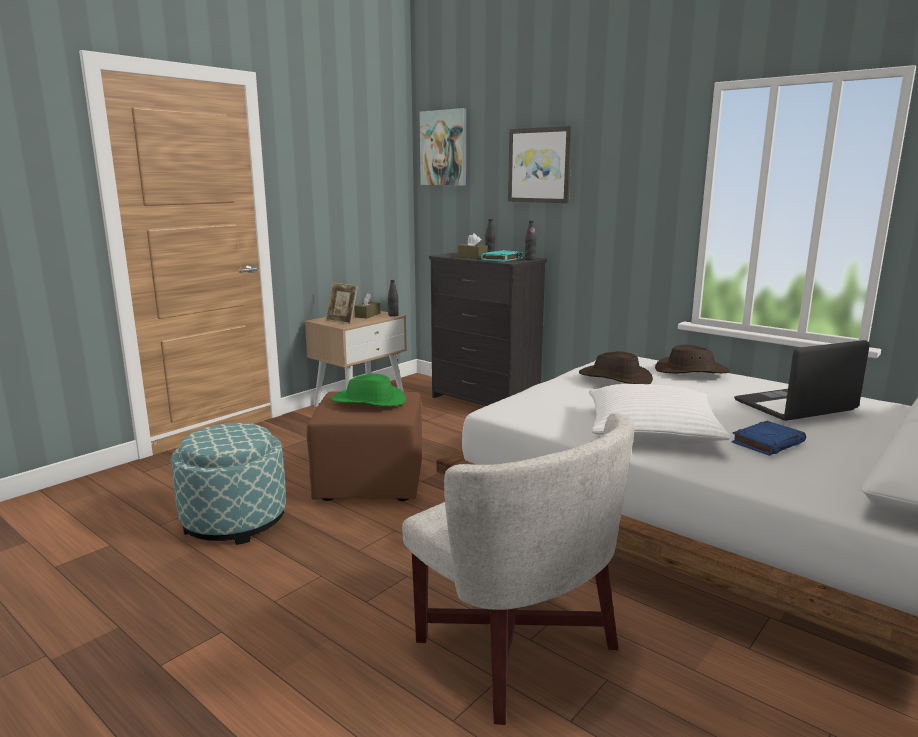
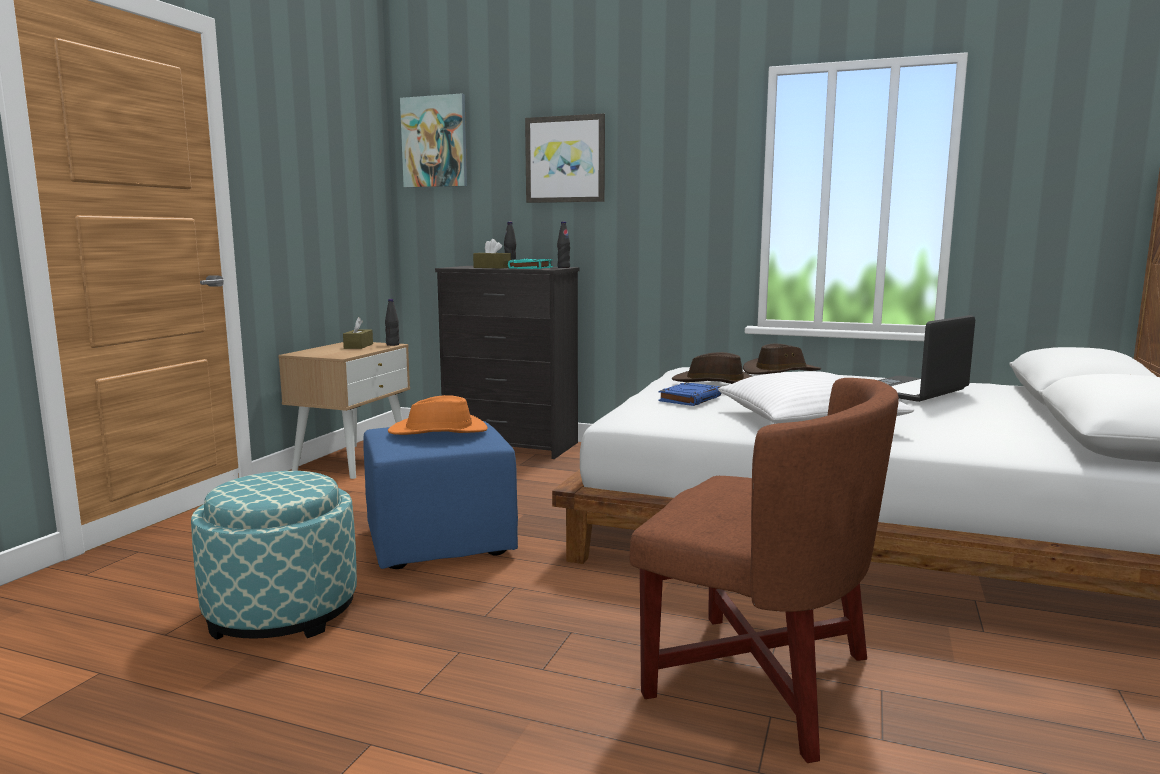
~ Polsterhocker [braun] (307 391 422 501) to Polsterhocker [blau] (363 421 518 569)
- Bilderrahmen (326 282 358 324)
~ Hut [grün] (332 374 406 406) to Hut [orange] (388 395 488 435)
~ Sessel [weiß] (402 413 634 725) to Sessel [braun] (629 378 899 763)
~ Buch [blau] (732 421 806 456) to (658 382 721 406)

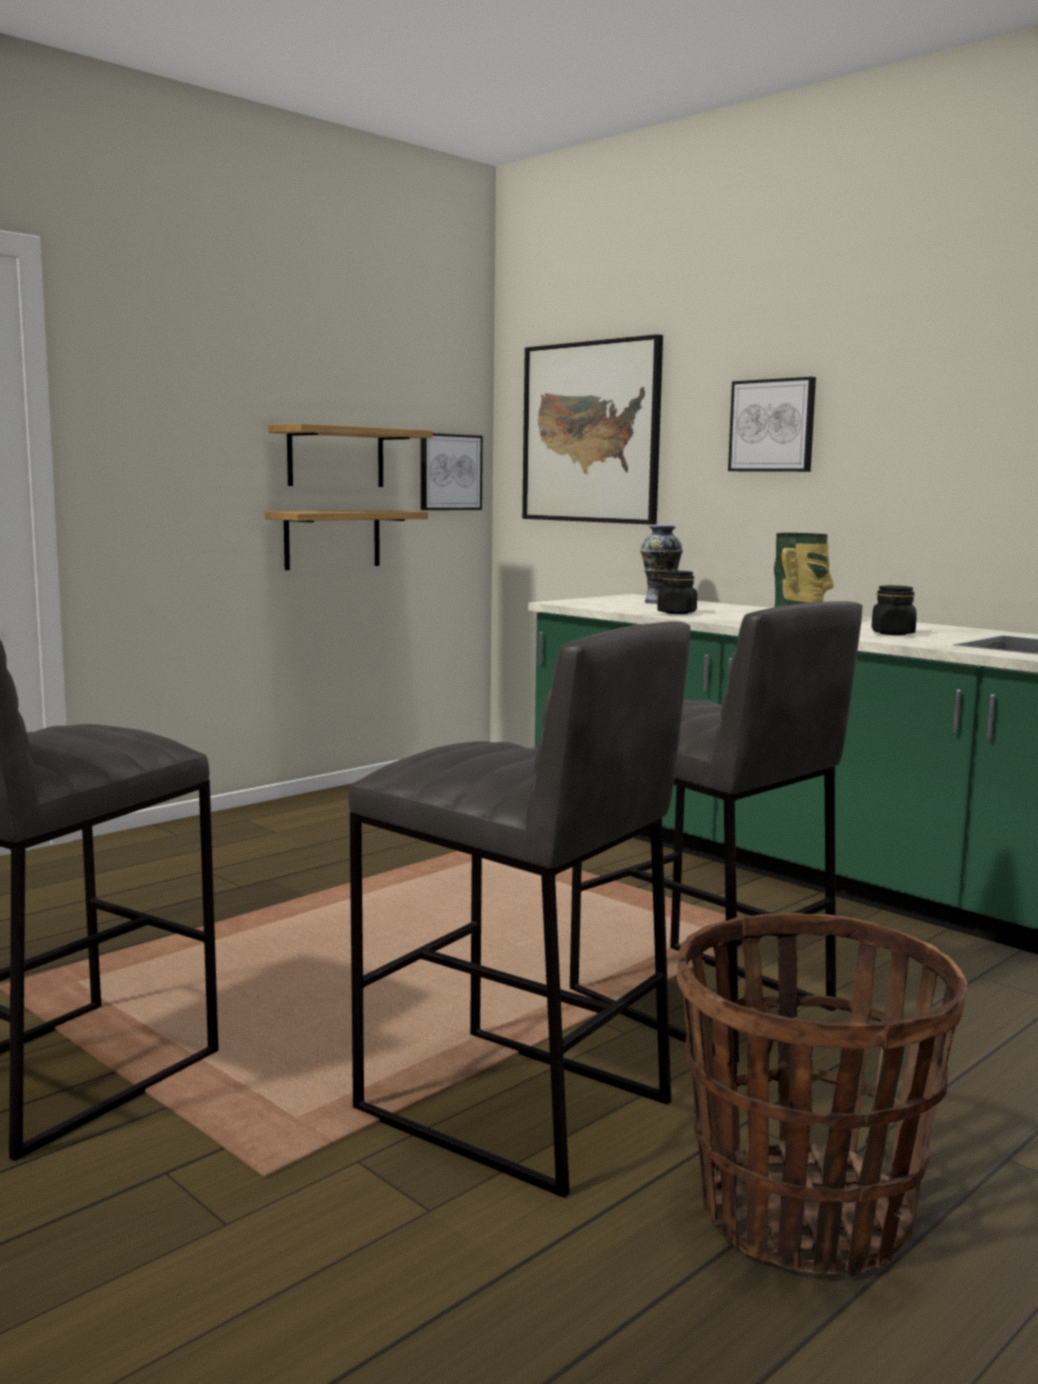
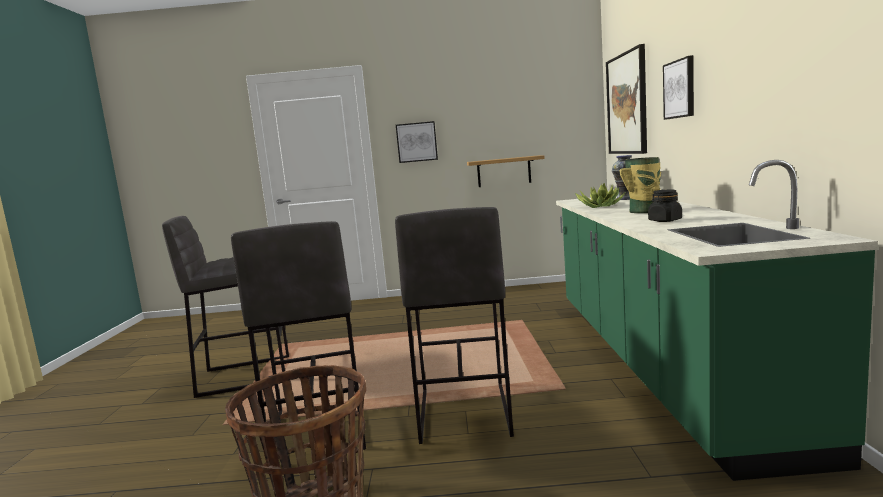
- Wandregal (268 423 432 487)
~ Bild (420 433 483 510) to (396 121 438 163)
~ Vorratsglas [schwarz] (657 571 697 614) to Topfpflanze (575 183 625 208)

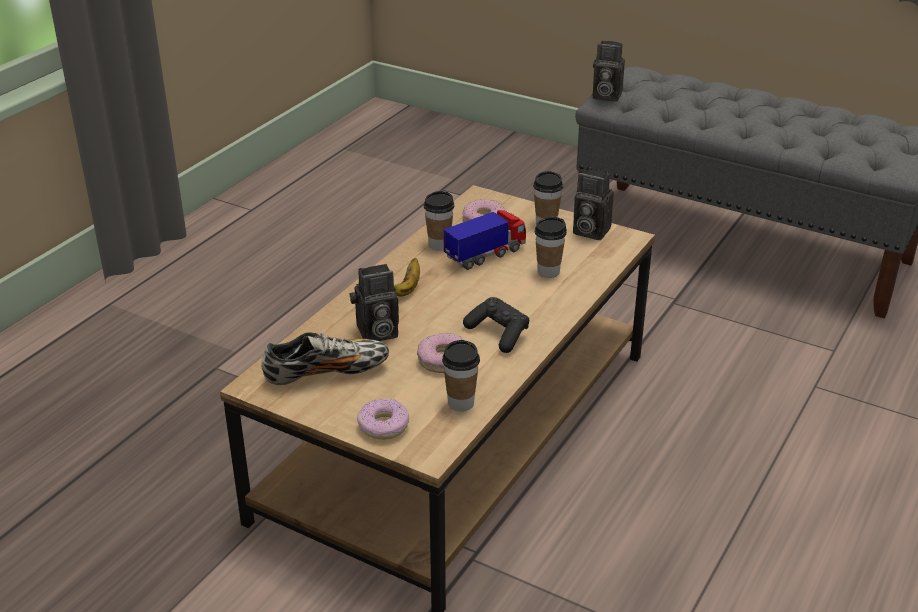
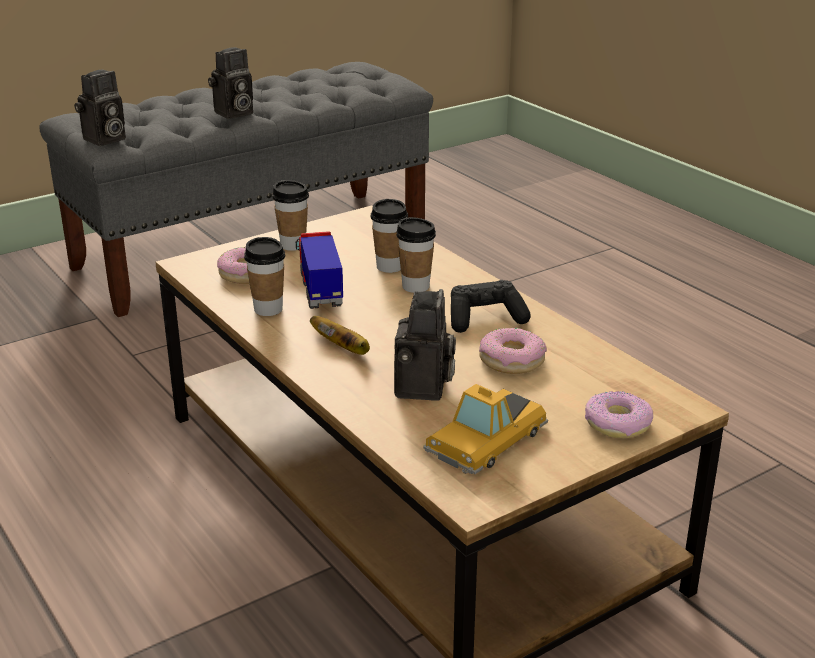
~ Schuh (261 333 389 385) to Spielzeugauto (423 384 548 474)
~ Tasse (442 340 480 412) to (397 217 436 293)
~ Kamera (573 169 614 240) to (208 47 253 119)

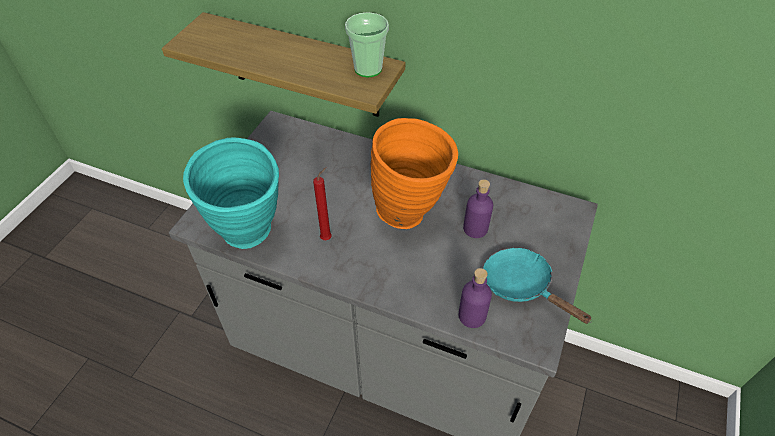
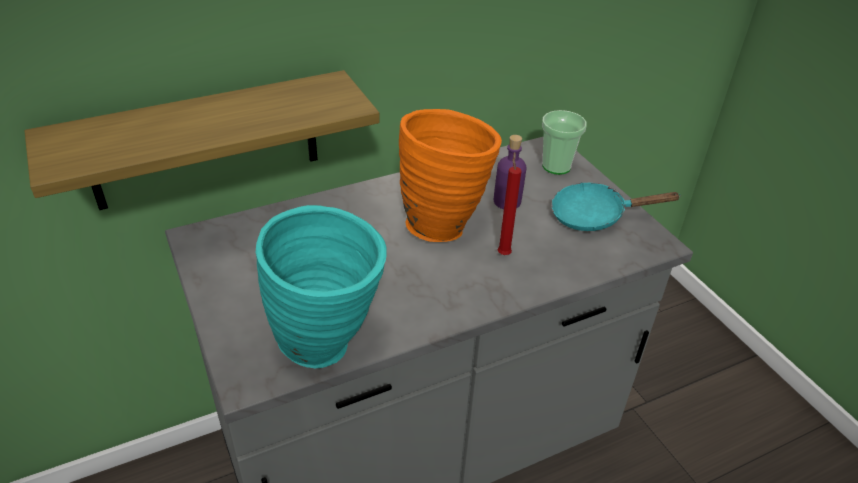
~ Kerze [rot] (313 167 332 240) to (498 152 522 255)
~ Tasse (345 12 389 78) to (542 110 587 175)
- Flasche [lila] (459 268 492 328)

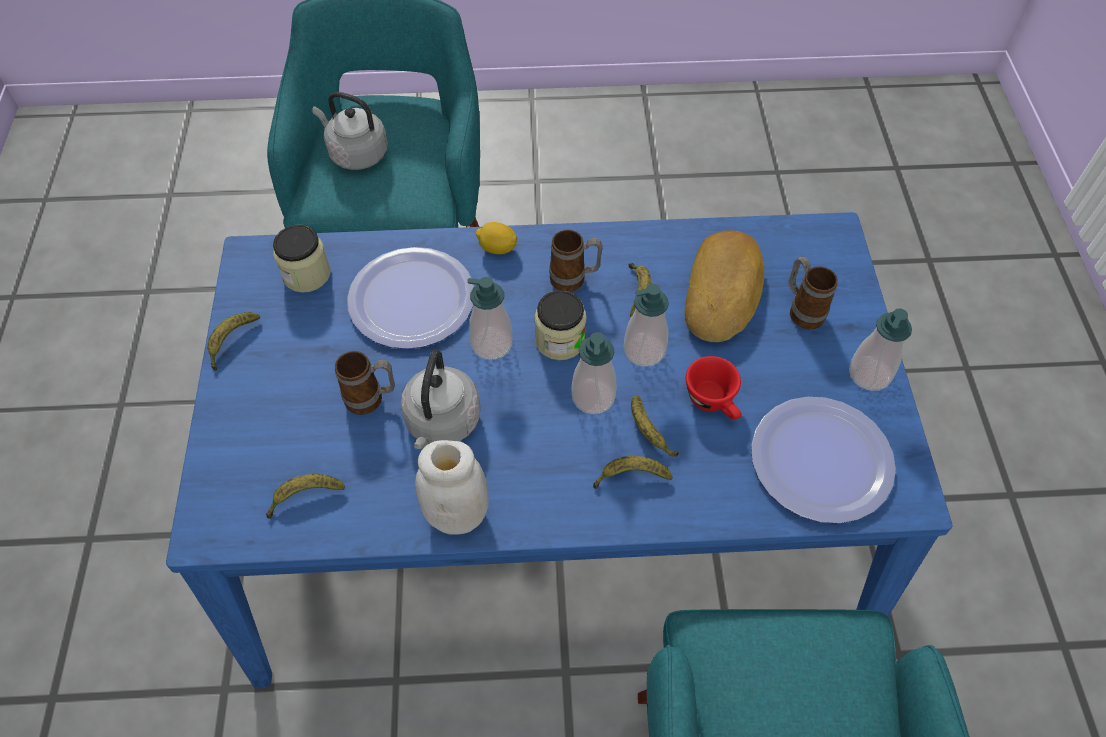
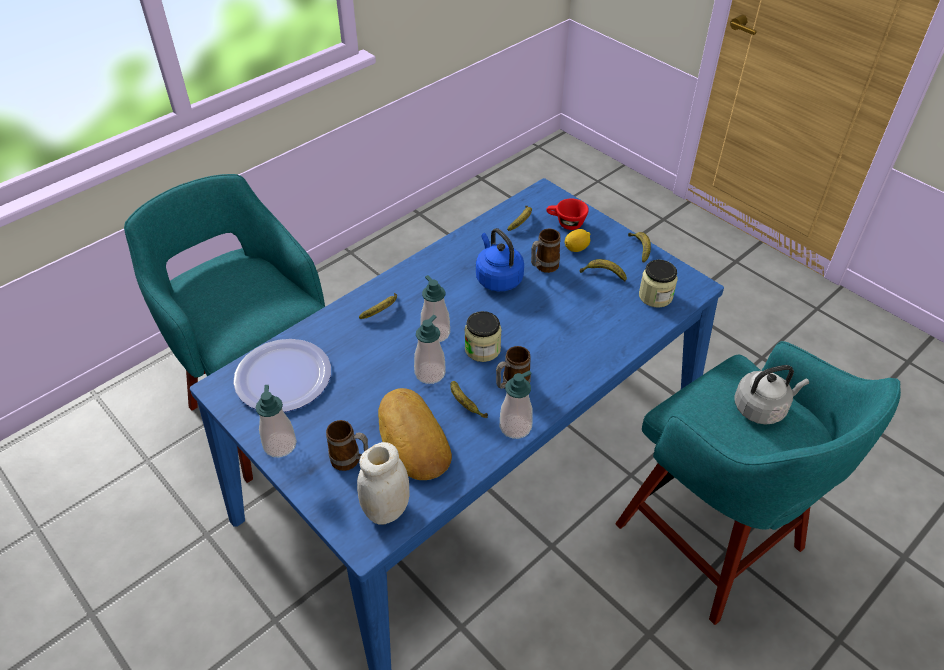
- Teller (347 247 474 349)
~ Wasserkessel [grau] (401 350 480 449) to Wasserkessel [blau] (476 228 524 291)
~ Vorratsglas [weiß] (415 440 489 535) to (357 442 410 525)
~ Seifenspender (467 277 513 360) to (500 371 533 439)
~ Zitrone (475 222 517 254) to (565 229 590 252)
~ Banane (631 395 679 457) to (580 259 627 281)
~ Tasse [rot] (686 356 742 419) to (546 199 589 230)

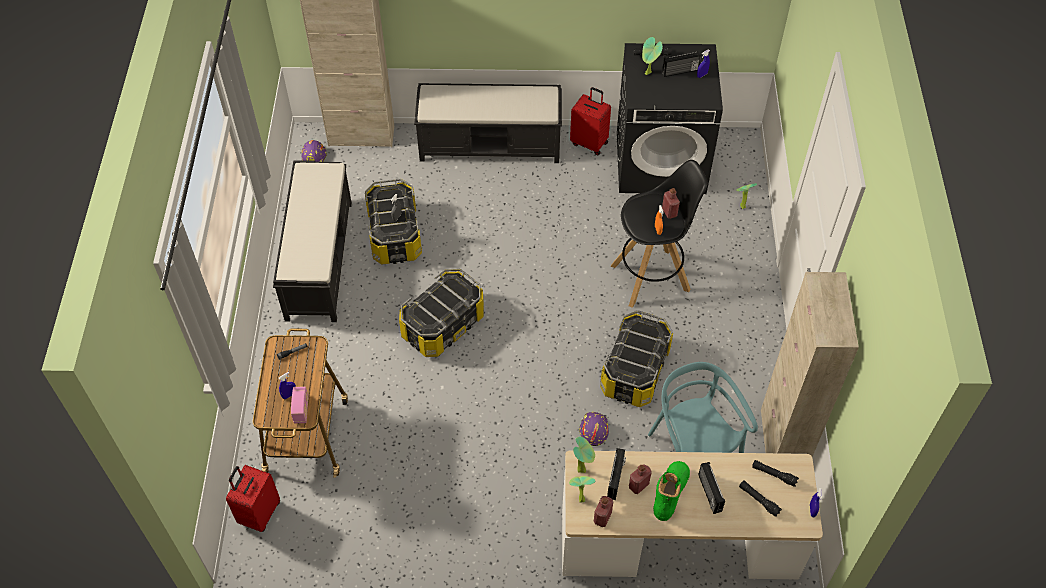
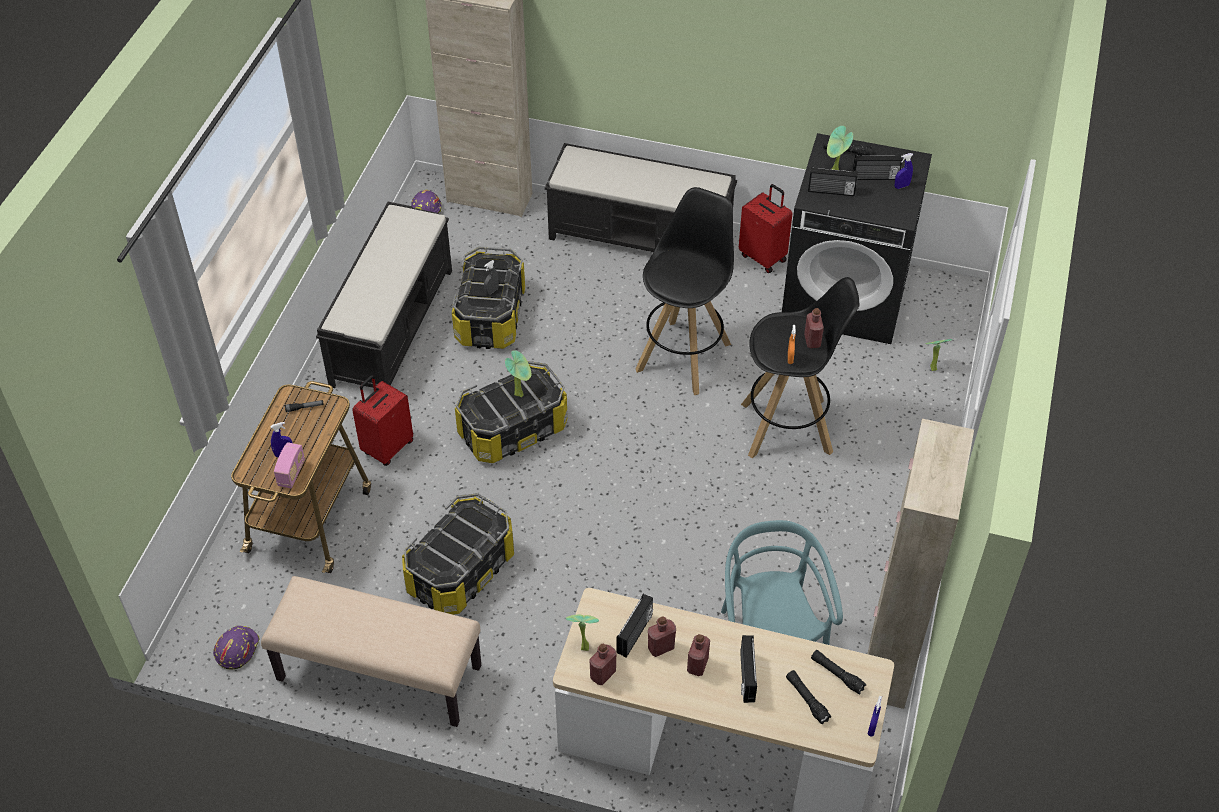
~ Koffer [rot] (226 465 280 532) to (352 375 413 466)
~ Topfpflanze (573 437 595 473) to (505 350 532 397)
~ Schutzhelm [lila] (579 412 609 446) to (213 626 259 670)
~ Aufbewahrungsbox (600 310 673 407) to (402 493 514 615)
~ Stiefel [grün] (653 461 690 521) to Flasche [rot] (687 634 710 676)
+ Bank [beige] (261 576 481 727)
+ Hocker [schwarz] (636 187 734 395)
+ Radio (808 166 858 196)

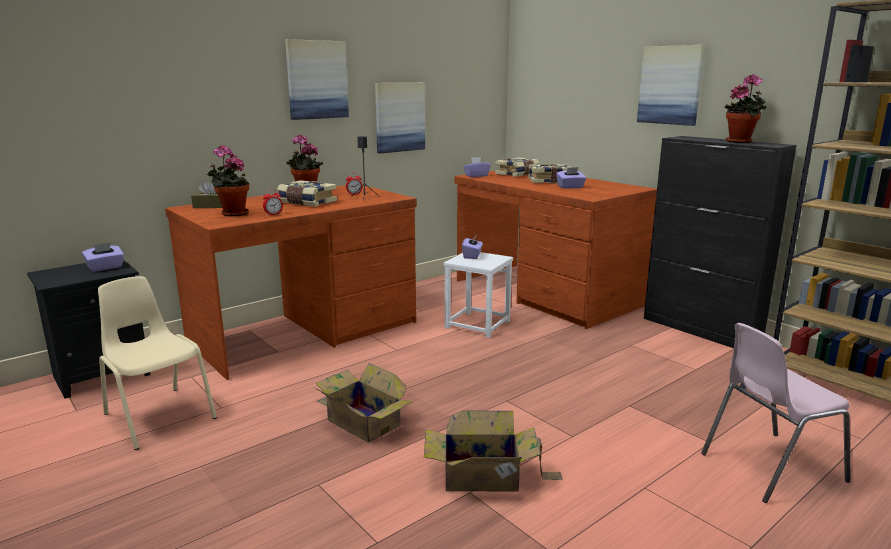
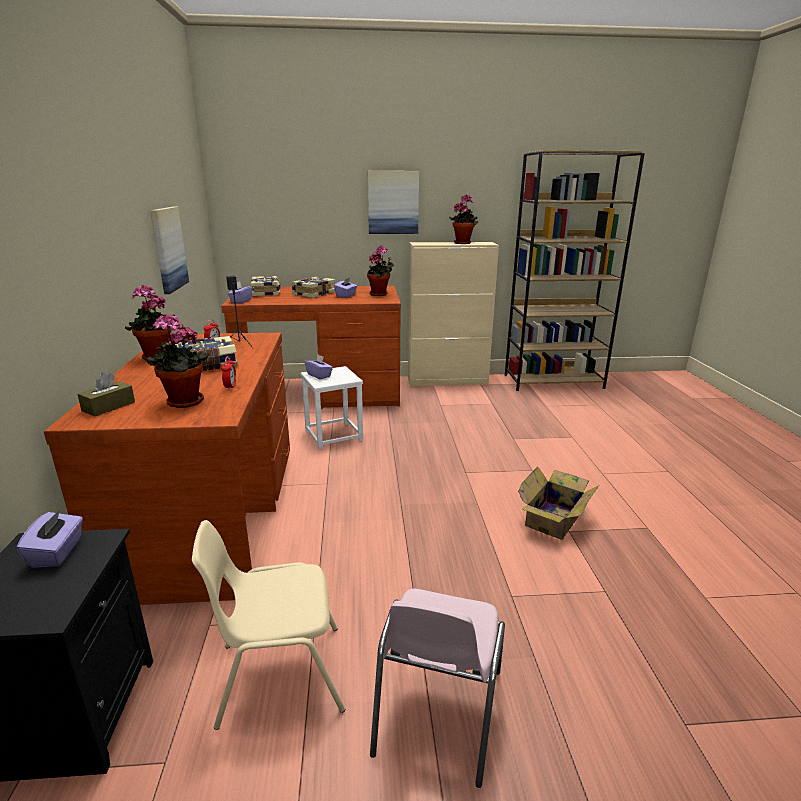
- Bild (285 39 349 120)
- Karton (315 363 412 443)
~ Schrank [schwarz] (644 136 797 348) to Schrank [beige] (408 242 499 386)
~ Stuhl [rosa] (701 323 851 503) to (370 589 505 788)
+ Topfpflanze (367 246 394 296)

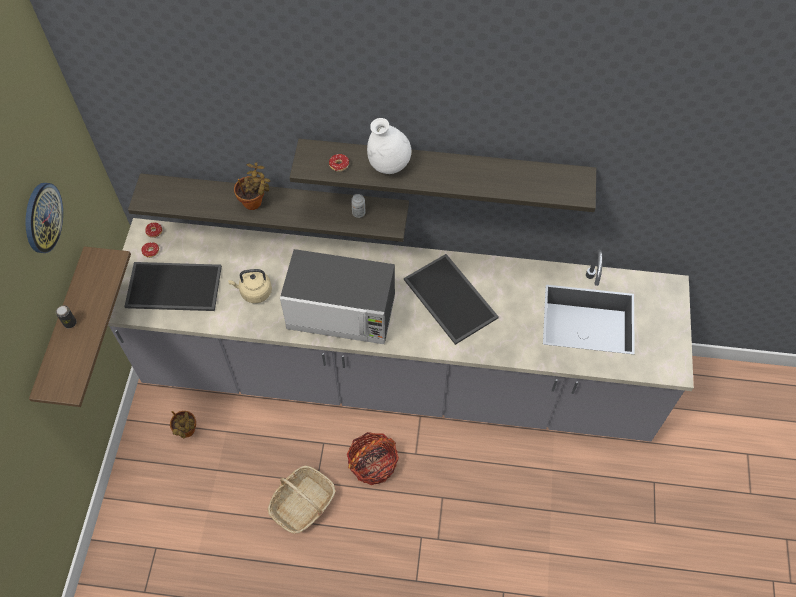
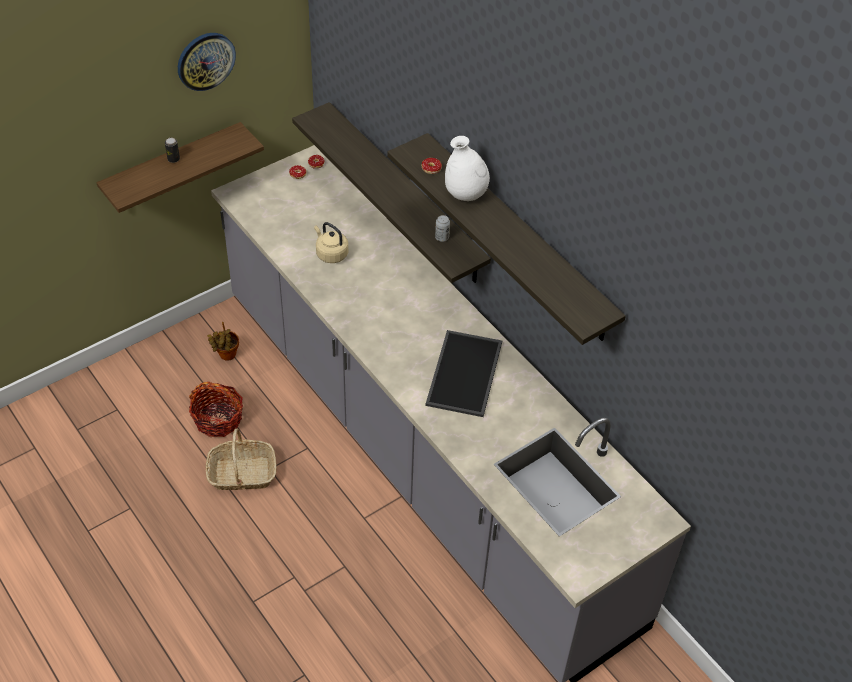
- Tablett (124 262 222 311)
- Topfpflanze (234 162 270 210)
- Mikrowelle (280 249 395 344)
~ Korb (347 432 399 485) to (189 382 243 437)

